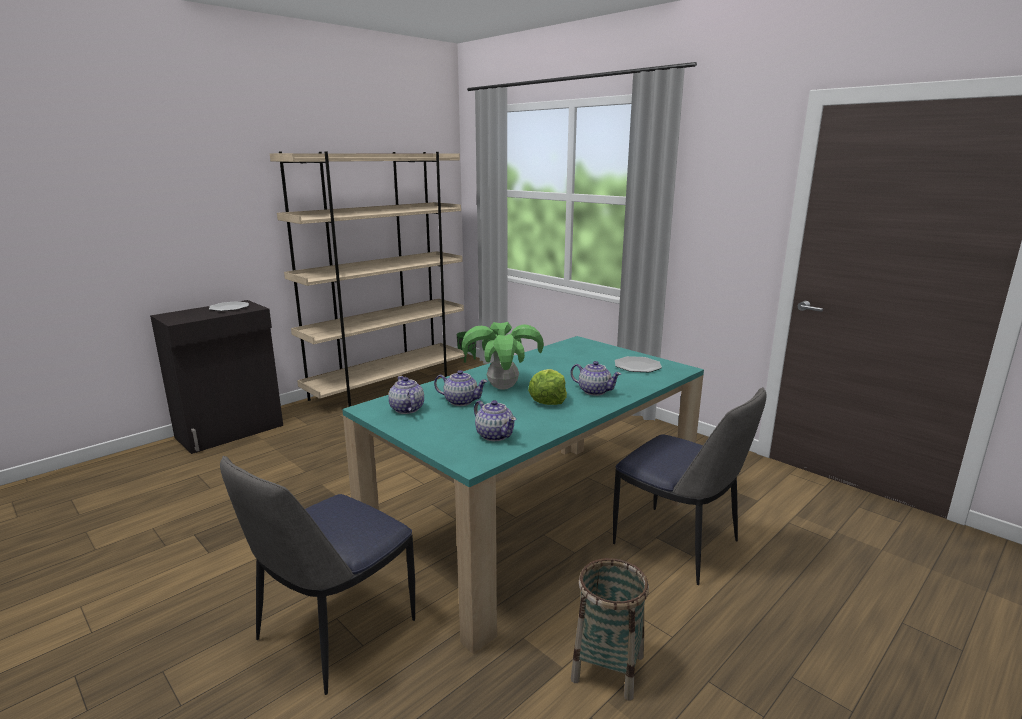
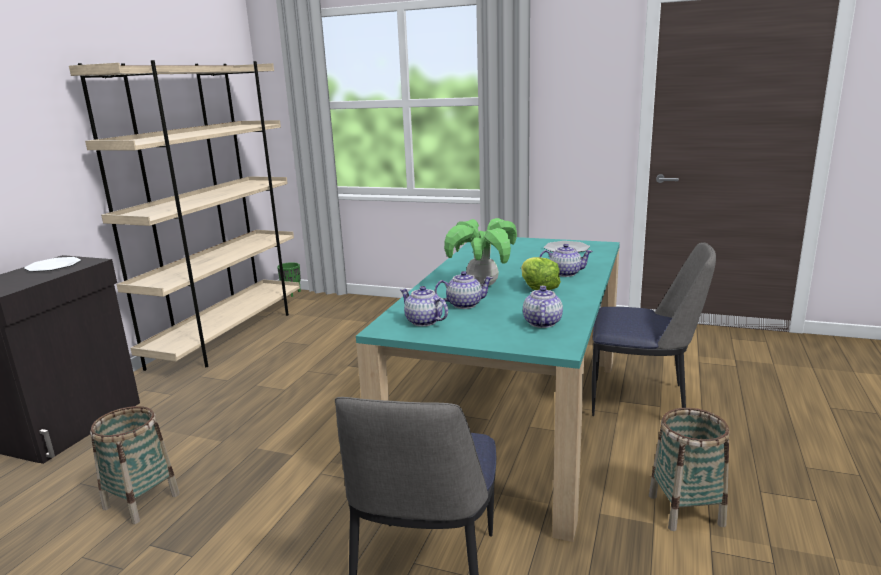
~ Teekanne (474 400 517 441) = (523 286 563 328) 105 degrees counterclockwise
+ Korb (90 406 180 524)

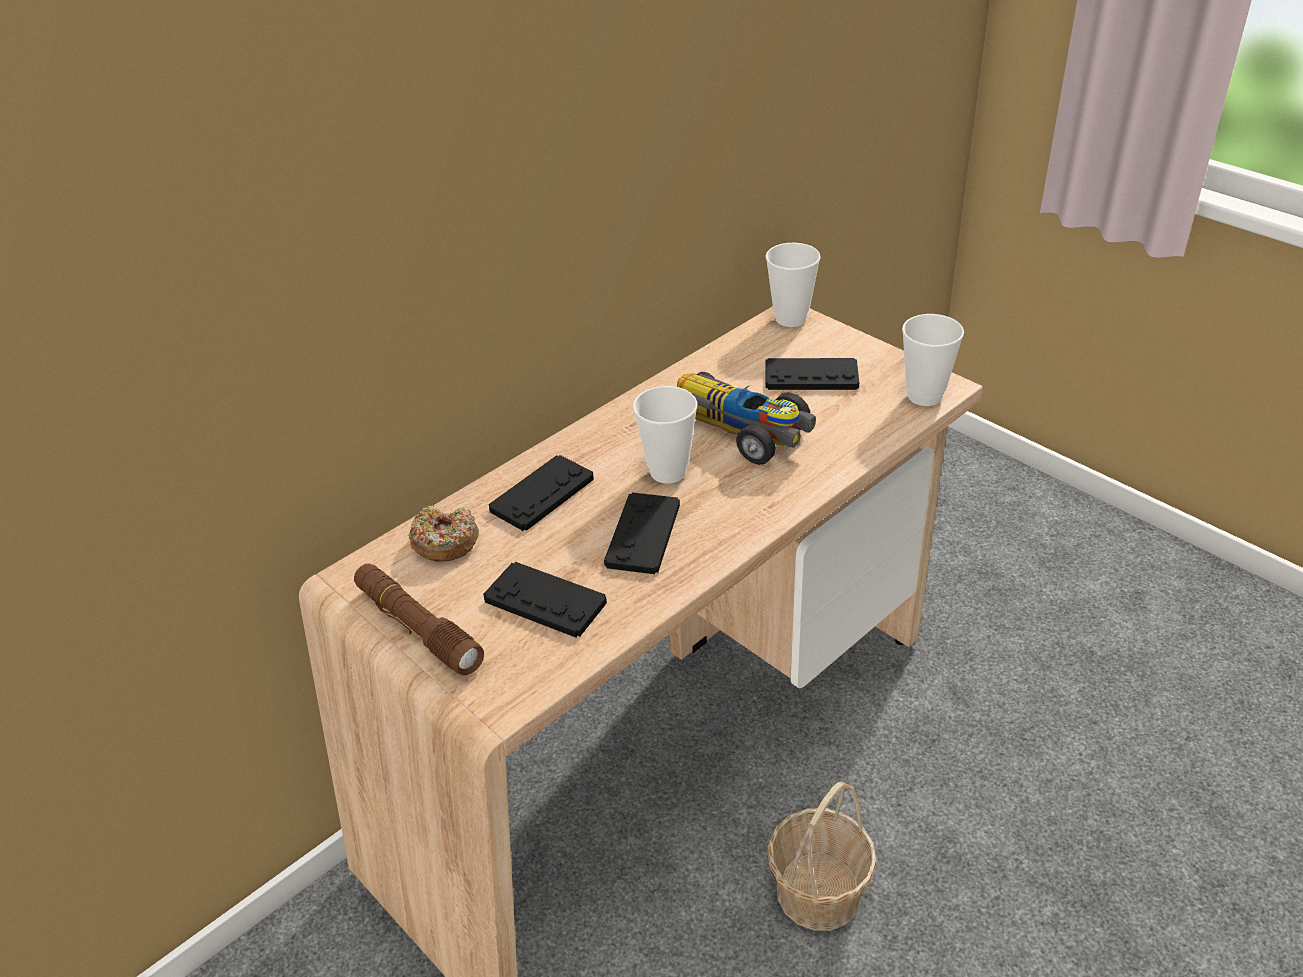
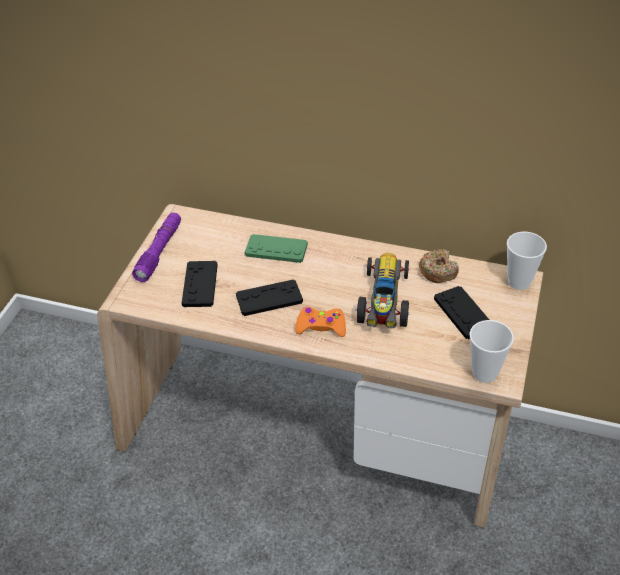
~ Taschenlampe [braun] (354 564 484 675) to Taschenlampe [lila] (132 213 181 282)
~ Donut (408 505 479 562) to (419 249 459 283)
~ Gamepad [schwarz] (489 455 594 531) to Gamepad [grün] (245 234 308 263)
- Tasse (633 386 697 484)
- Korb (768 781 877 931)
+ Gamepad [orange] (295 307 346 337)

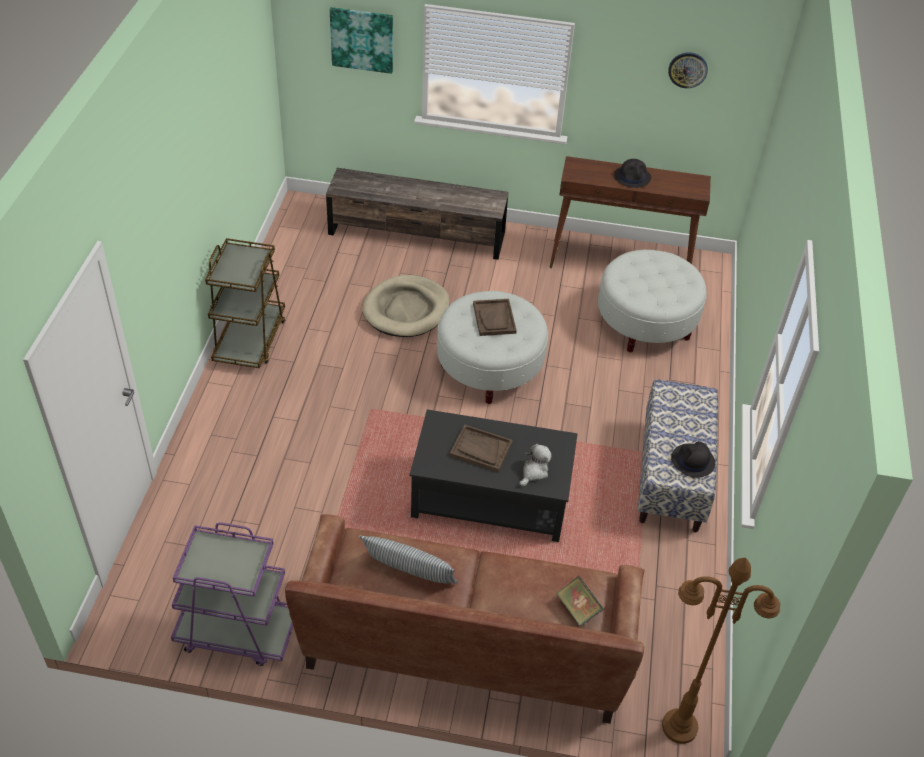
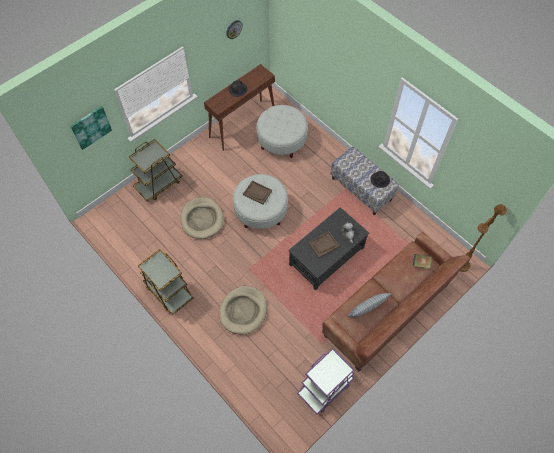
~ Fernsehschrank [braun] (326 168 509 260) to Rollwagen [braun] (129 139 182 202)
+ Hundebett [beige] (219 286 267 335)

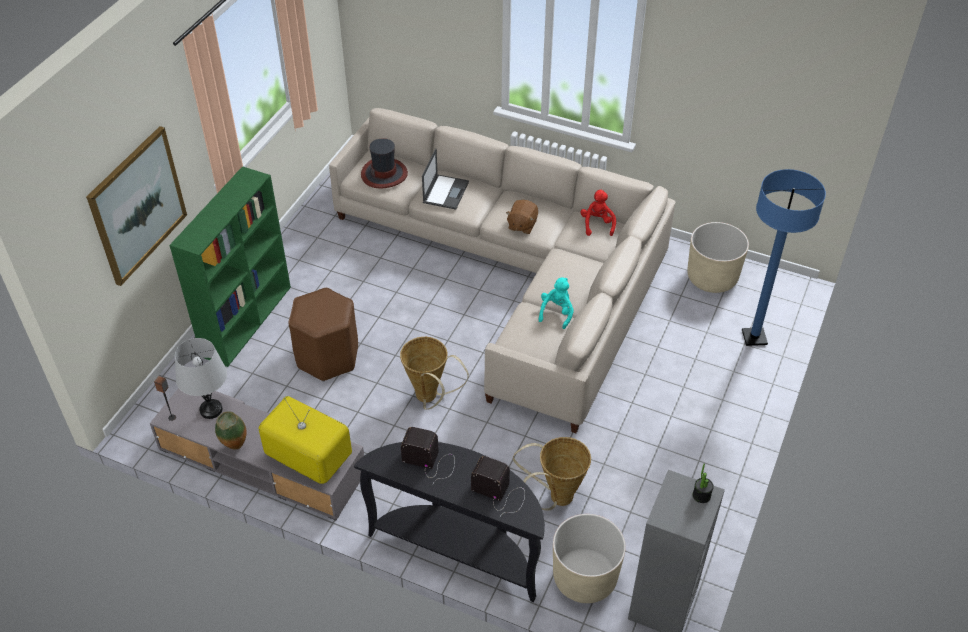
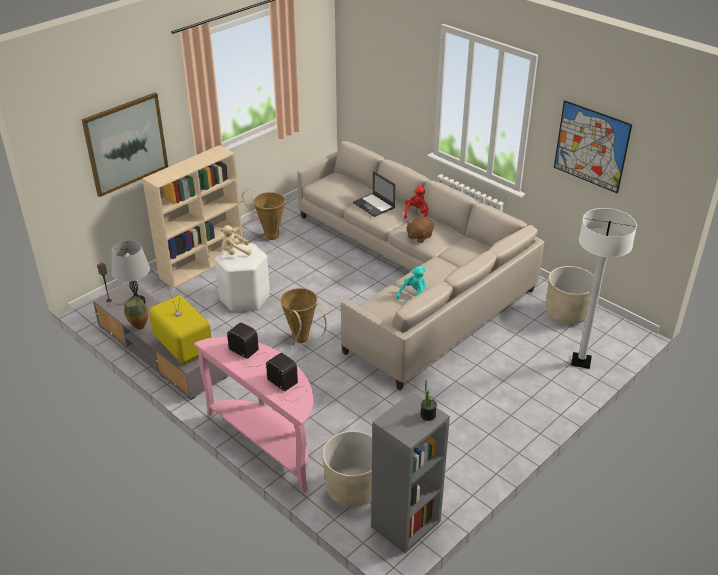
~ Bücherregal [grün] (170 166 291 367) to Bücherregal [beige] (142 145 243 288)
~ Hocker [braun] (288 288 358 381) to Hocker [weiß] (214 243 270 312)
~ Konsolentisch [schwarz] (354 442 545 602) to Konsolentisch [rosa] (194 337 313 493)
- Hut (361 138 408 189)
~ Laptop (422 148 469 209) = (353 171 396 217) 105 degrees clockwise
~ Korb (513 437 591 511) to (239 189 285 240)
~ Plüschtier [rot] (580 190 616 236) to (404 186 429 219)
~ Stehlampe [blau] (742 169 826 346) to Stehlampe [weiß] (571 208 637 369)
+ Plüschtier [beige] (220 225 252 255)
+ Bild (554 100 632 194)

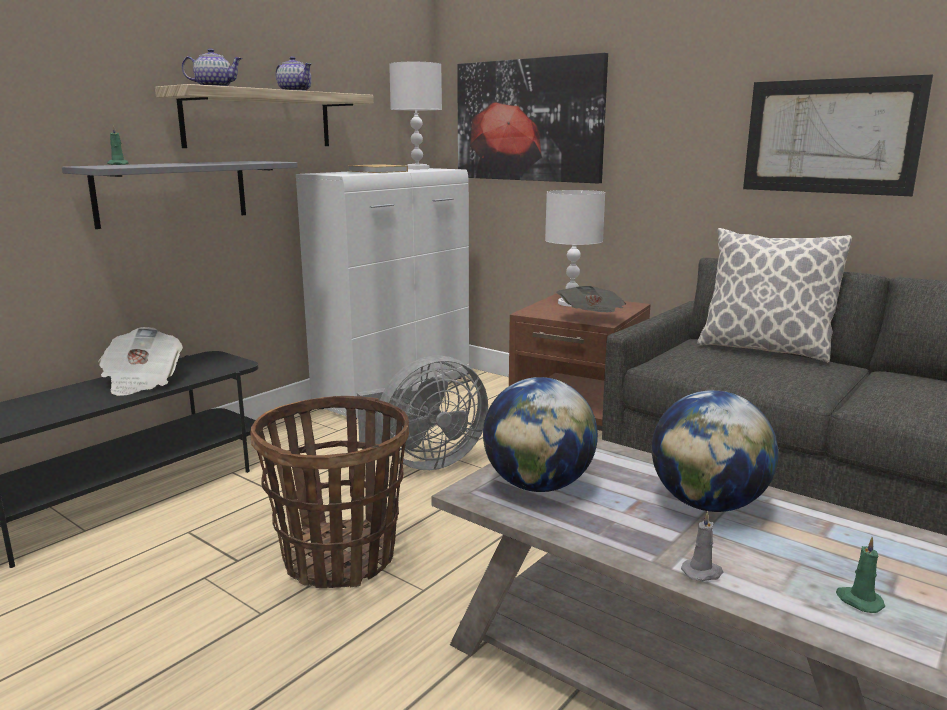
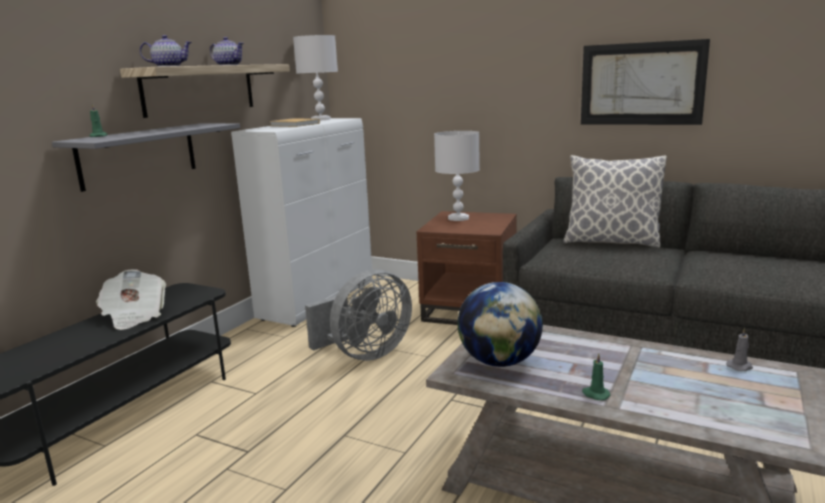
- Korb (250 396 409 588)
- Bild (457 53 608 183)
- Zeitung (556 286 626 312)
- Globus (652 390 779 512)
~ Kerze [grau] (681 511 723 581) to (726 327 753 371)
~ Kerze [grün] (836 537 885 613) to (582 353 611 400)

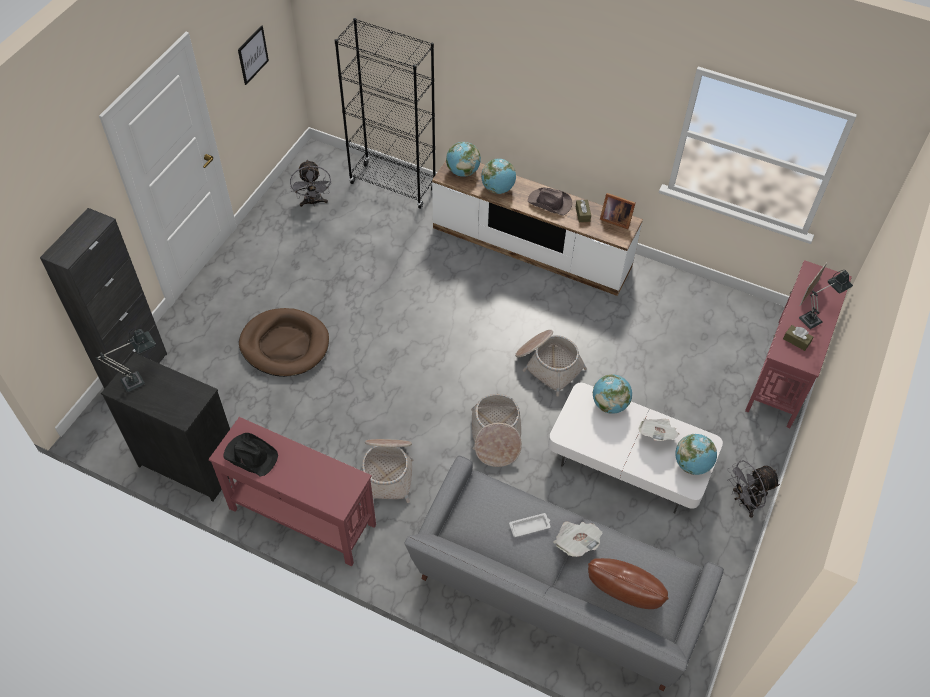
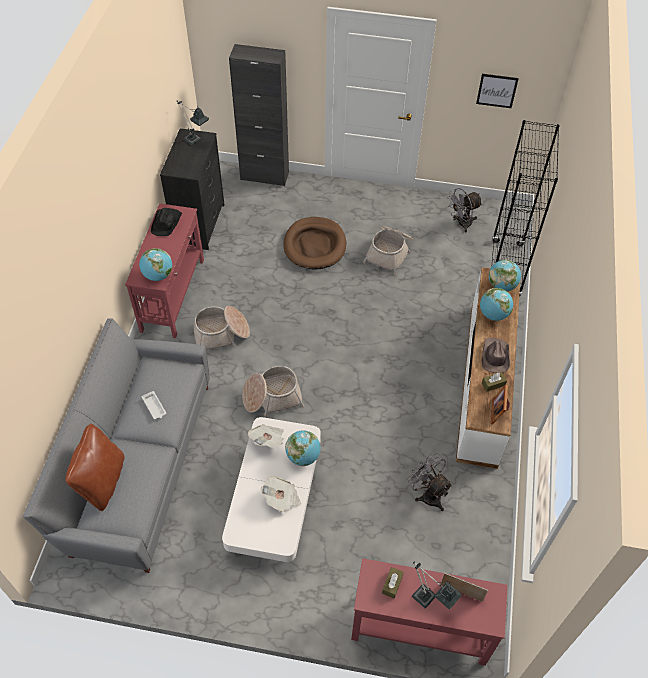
~ Korb (515 330 587 397) to (363 226 413 275)
~ Zeitung (553 522 602 557) to (248 424 284 448)
~ Globus (675 434 717 475) to (139 248 172 281)
~ Ventilator [grau] (727 460 780 518) to (407 453 452 511)

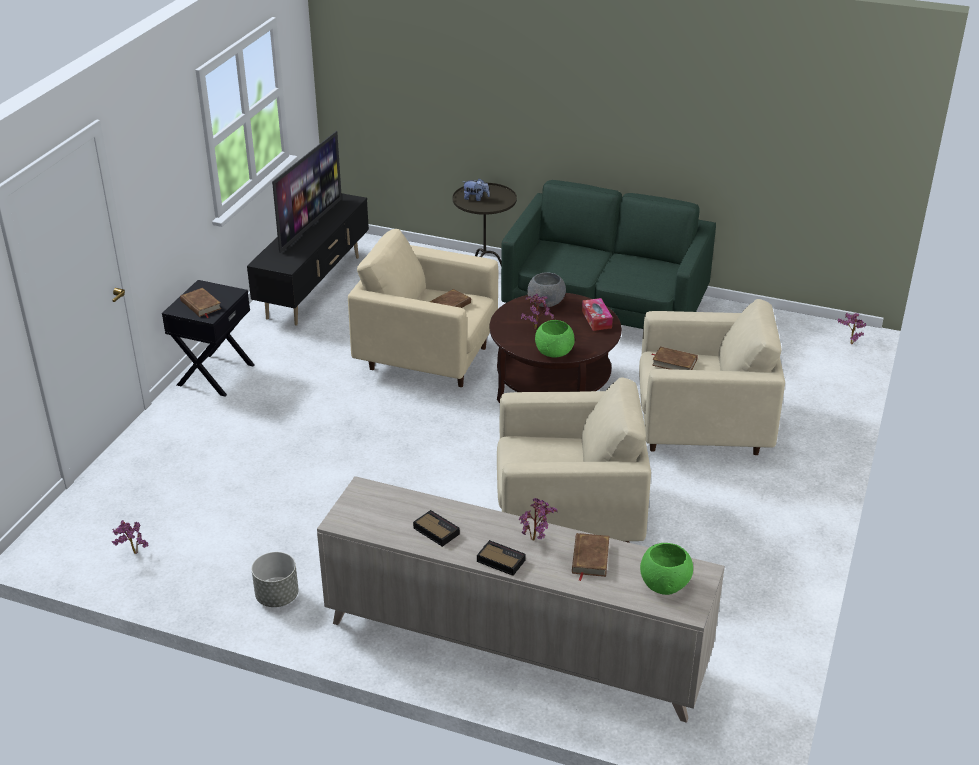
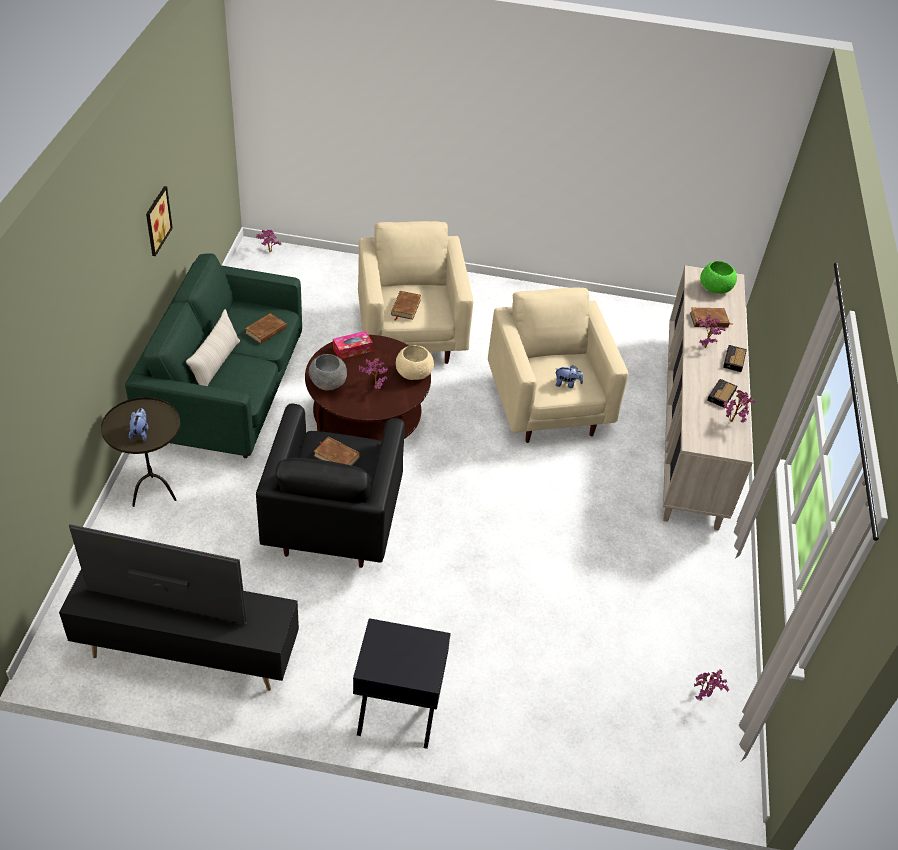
~ Buch [braun] (180 288 222 318) to (245 313 287 344)
- Pflanzkübel [grau] (252 552 299 607)
~ Sessel [beige] (348 229 498 387) to Sessel [schwarz] (256 404 405 568)
~ Schüssel [grün] (535 320 575 358) to Schüssel [beige] (396 345 434 380)
+ Bild (146 186 173 256)
+ Kissen [beige] (186 309 240 386)
+ Plüschtier (556 365 583 388)
+ Topfpflanze (722 390 755 422)

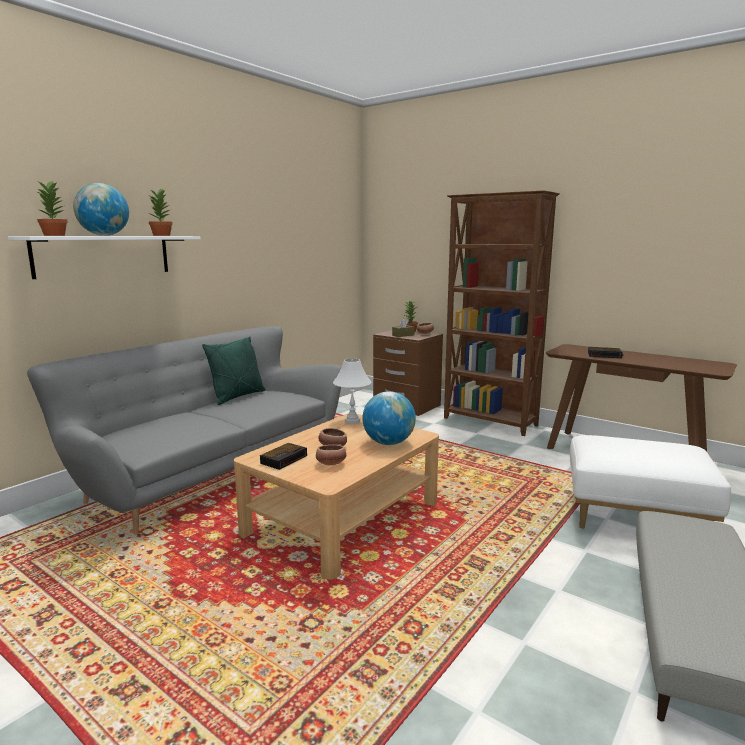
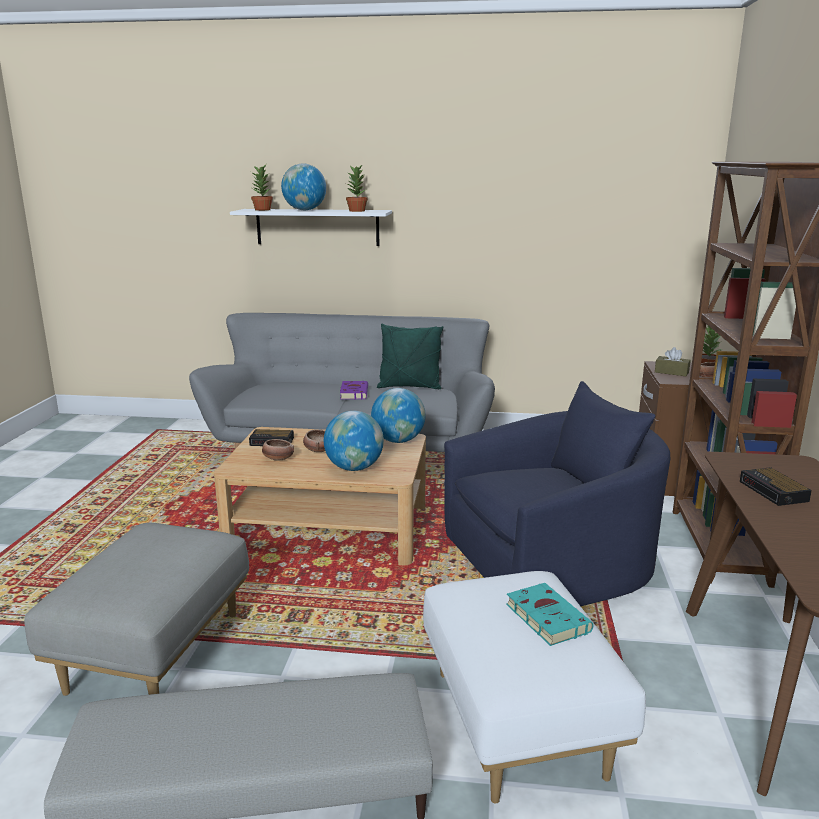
~ Tischlampe [weiß] (333 359 372 424) to Globus (371 388 426 443)
+ Polsterhocker [grau] (24 523 249 696)
+ Buch [lila] (340 381 368 400)
+ Sessel [blau] (444 381 670 606)
+ Buch [türkis] (506 583 593 646)

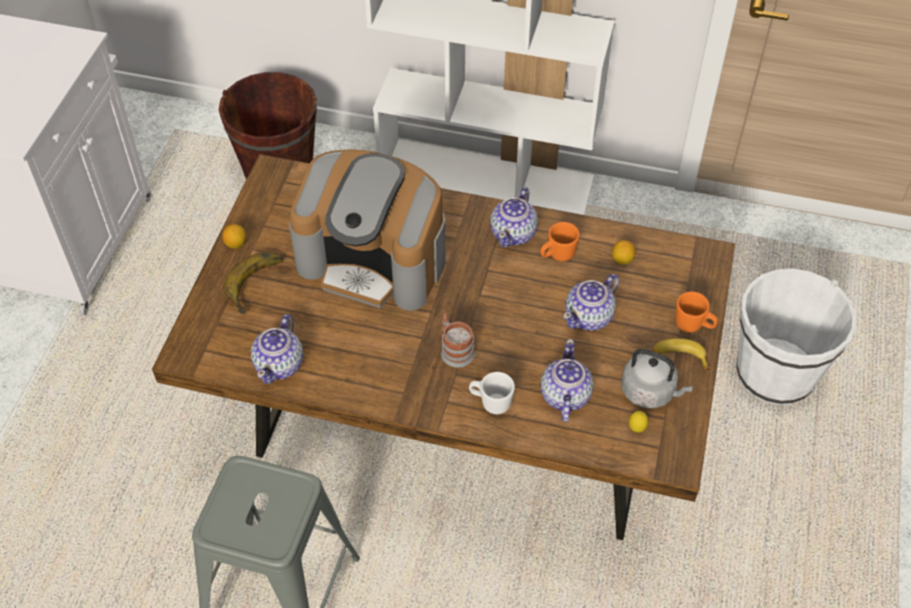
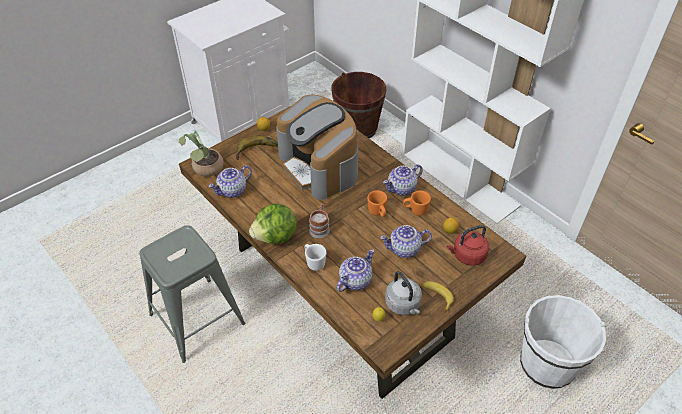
~ Henkelbecher [orange] (675 291 718 332) to (367 190 387 217)
+ Topfpflanze (179 131 224 177)
+ Salatkopf (249 204 297 244)
+ Wasserkessel [rot] (447 225 489 266)

